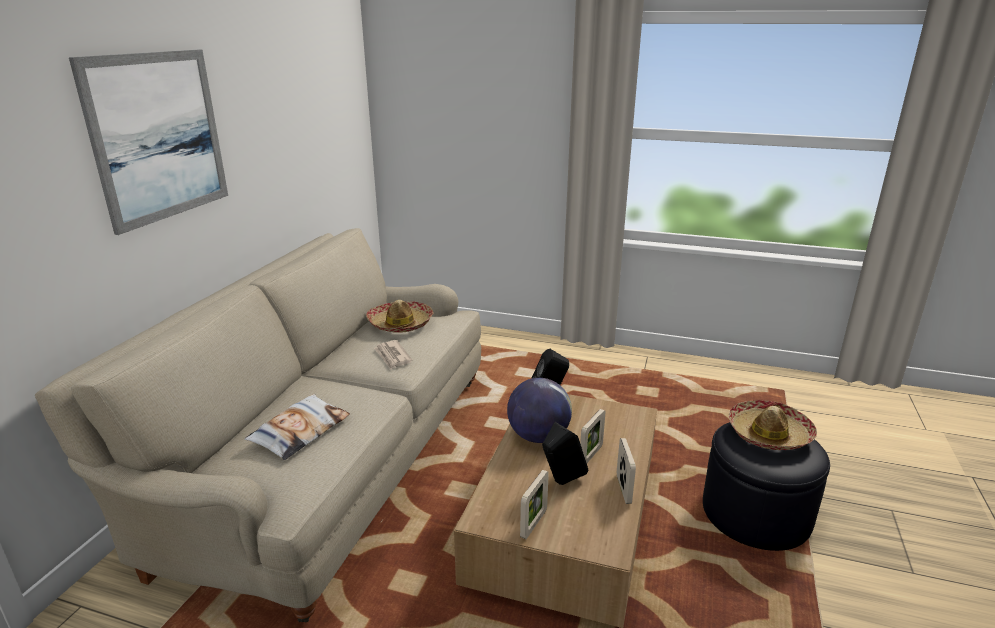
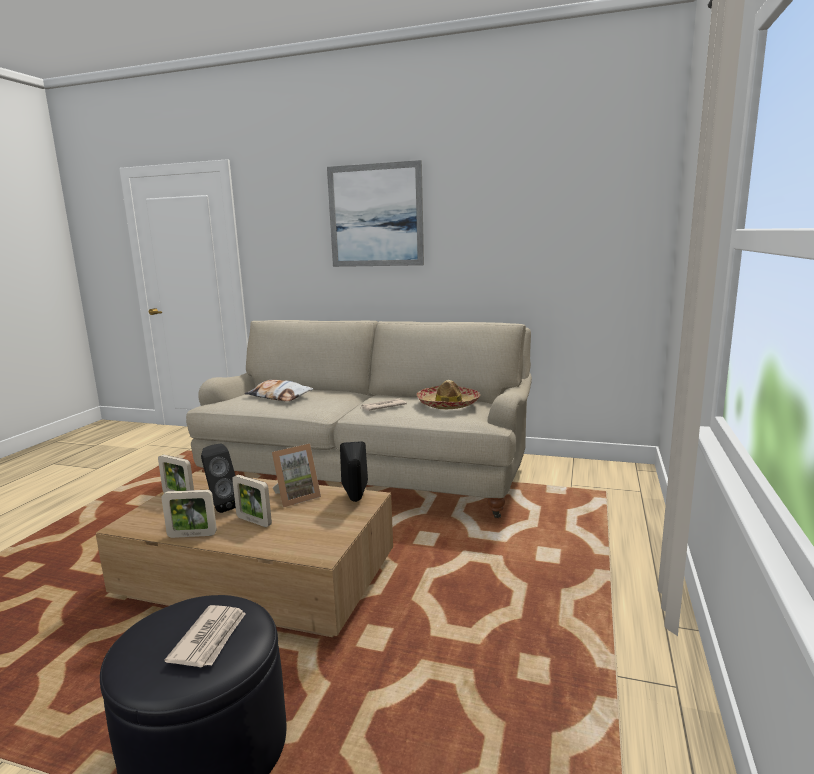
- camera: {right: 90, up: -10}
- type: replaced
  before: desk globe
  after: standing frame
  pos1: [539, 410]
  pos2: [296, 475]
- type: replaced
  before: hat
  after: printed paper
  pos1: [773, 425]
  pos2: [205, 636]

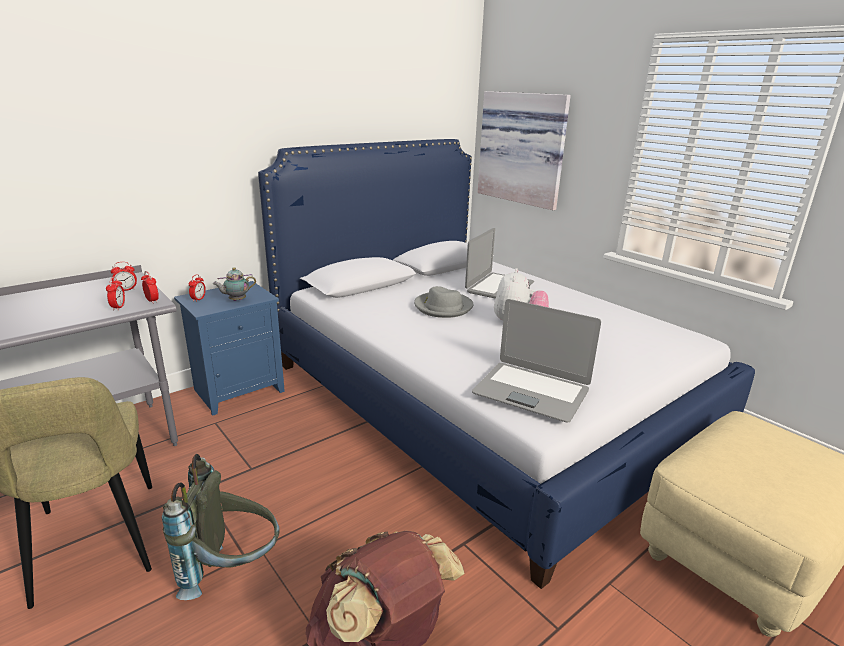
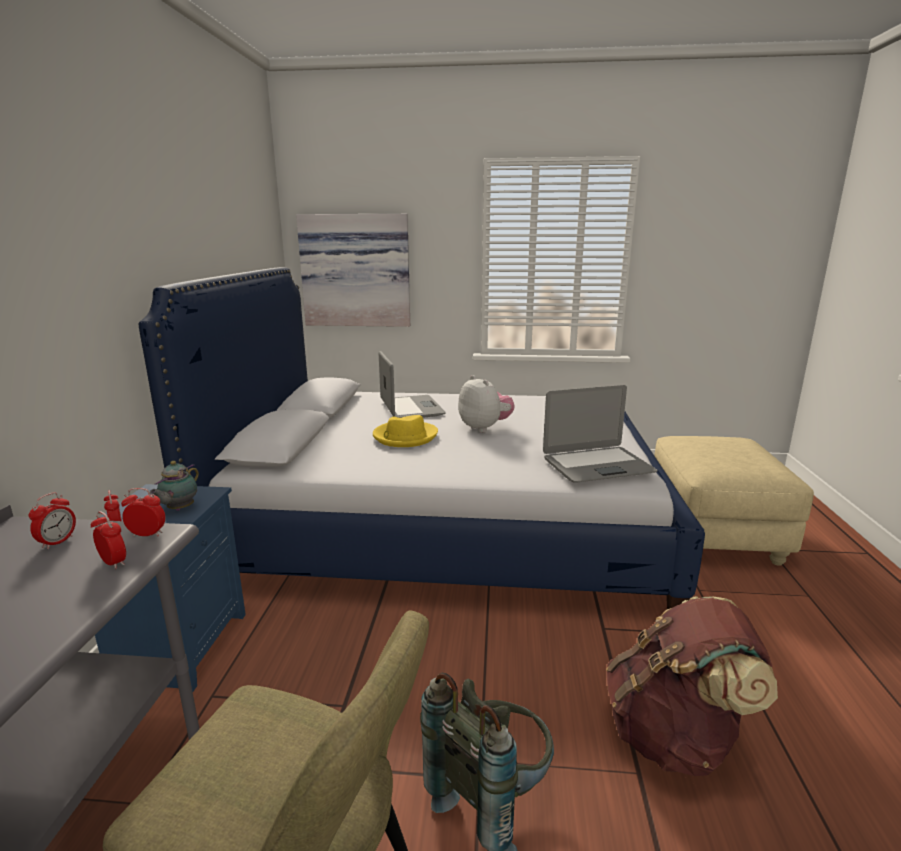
- camera: {right: -45, up: -5}
- type: recoloured
  before: grey hat
  after: yellow hat
  pos1: [443, 302]
  pos2: [405, 431]

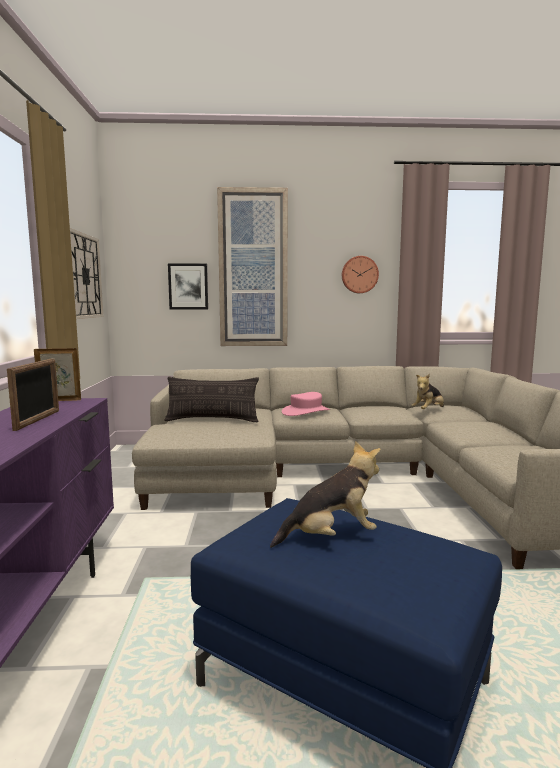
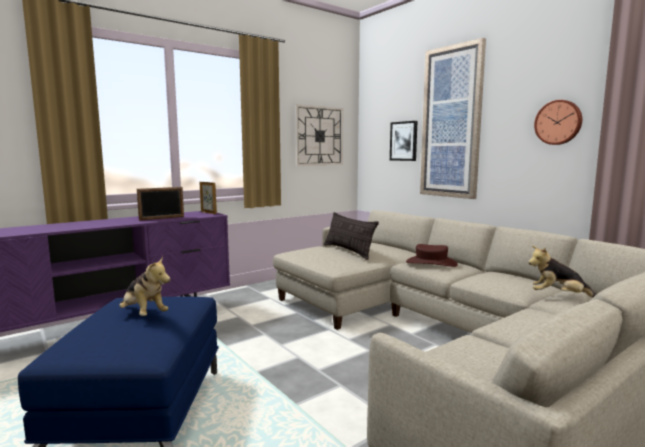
- camera: {right: 55, up: 0}
- type: recoloured
  before: pink hat
  after: brown hat
  pos1: [306, 404]
  pos2: [432, 255]

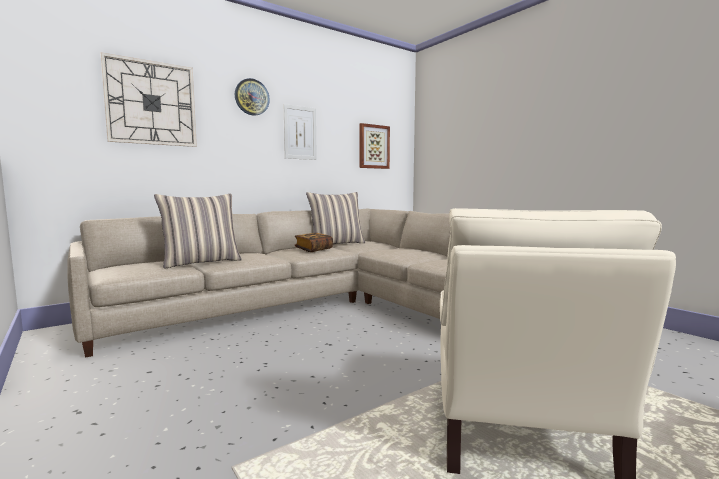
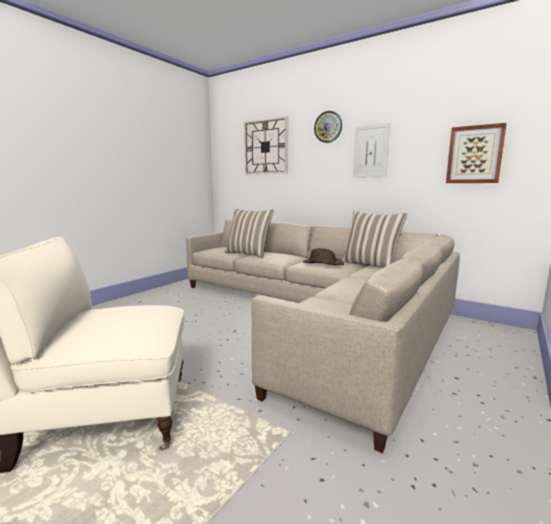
- camera: {right: 70, up: 5}
- type: replaced
  before: bound book
  after: brown hat
  pos1: [313, 242]
  pos2: [323, 256]

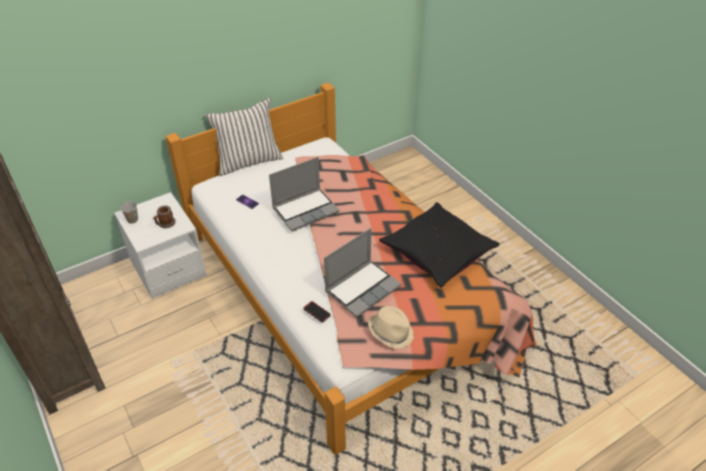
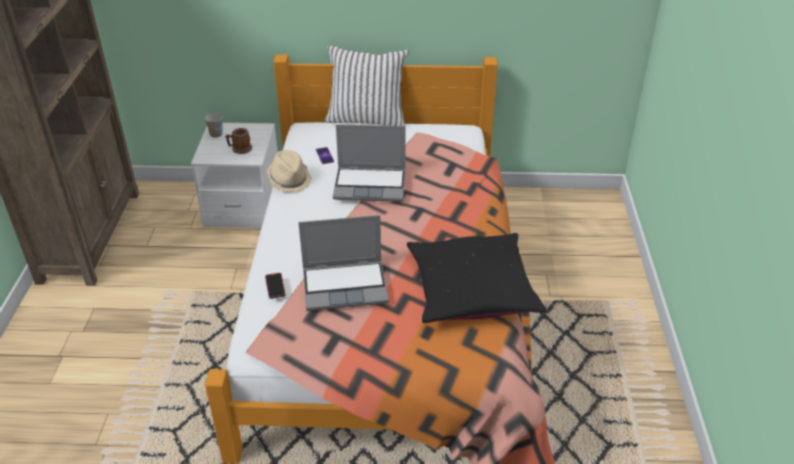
- camera: {right: 35, up: -5}
- type: moved
  before: beige-coloured hat
  pos1: [391, 327]
  pos2: [289, 171]

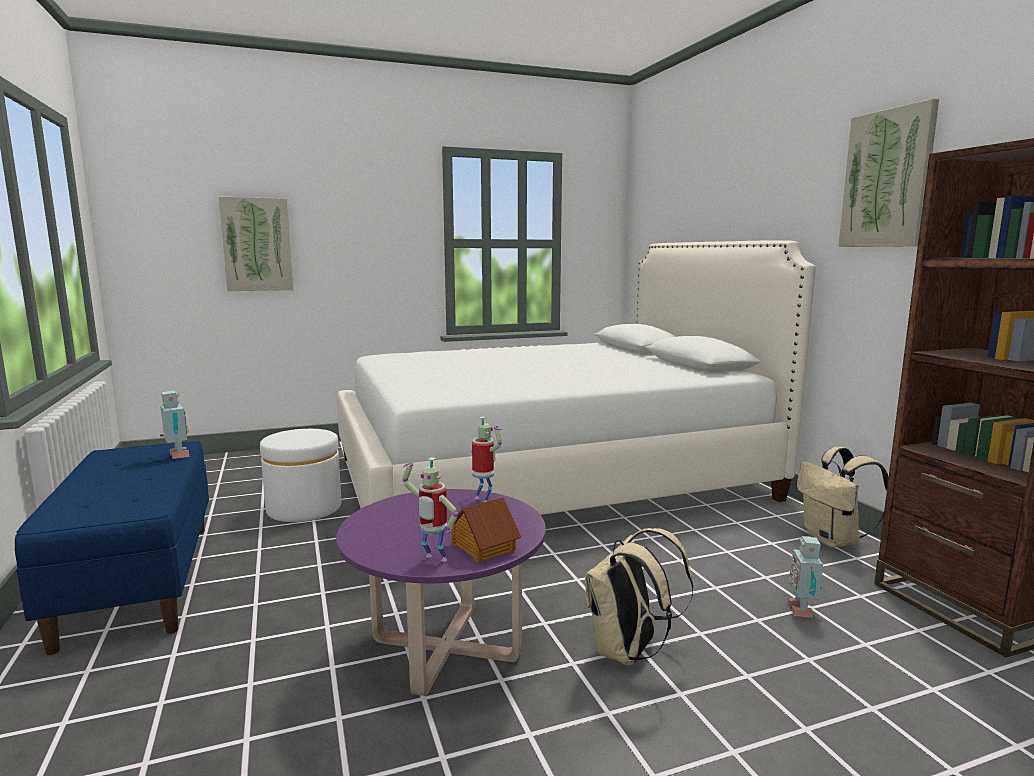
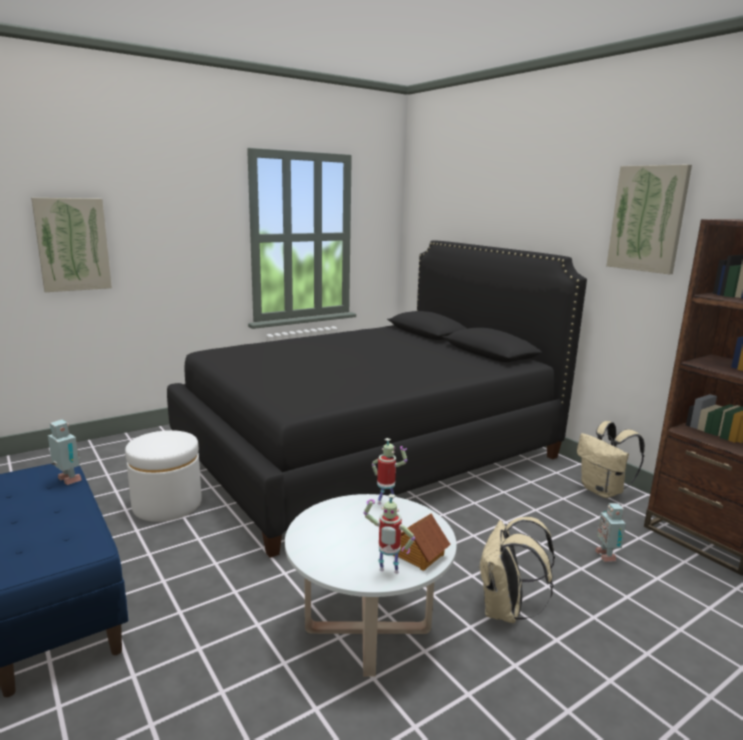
- camera: {right: -15, up: 5}
- type: recoloured
  before: white bed
  after: black bed
  pos1: [576, 377]
  pos2: [377, 399]
- type: recoloured
  before: purple-coloured lounge table
  after: white lounge table
  pos1: [441, 592]
  pos2: [371, 585]

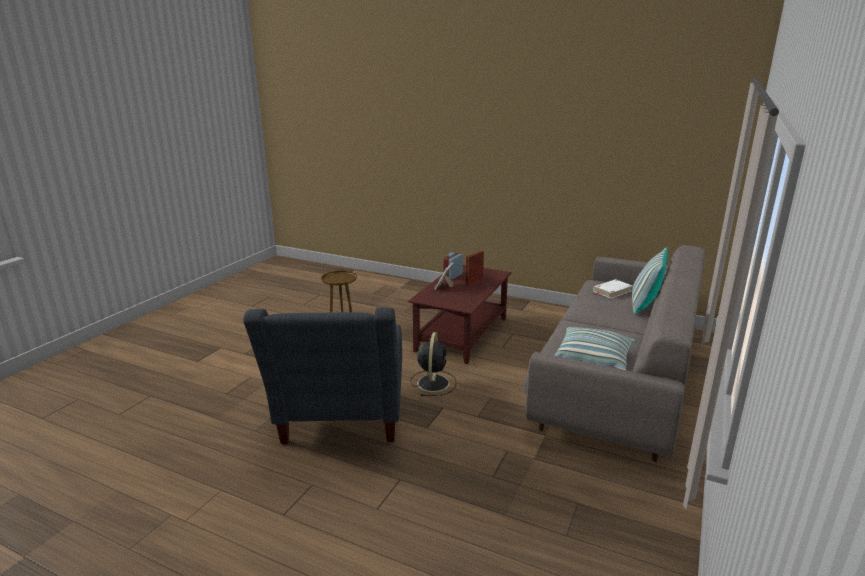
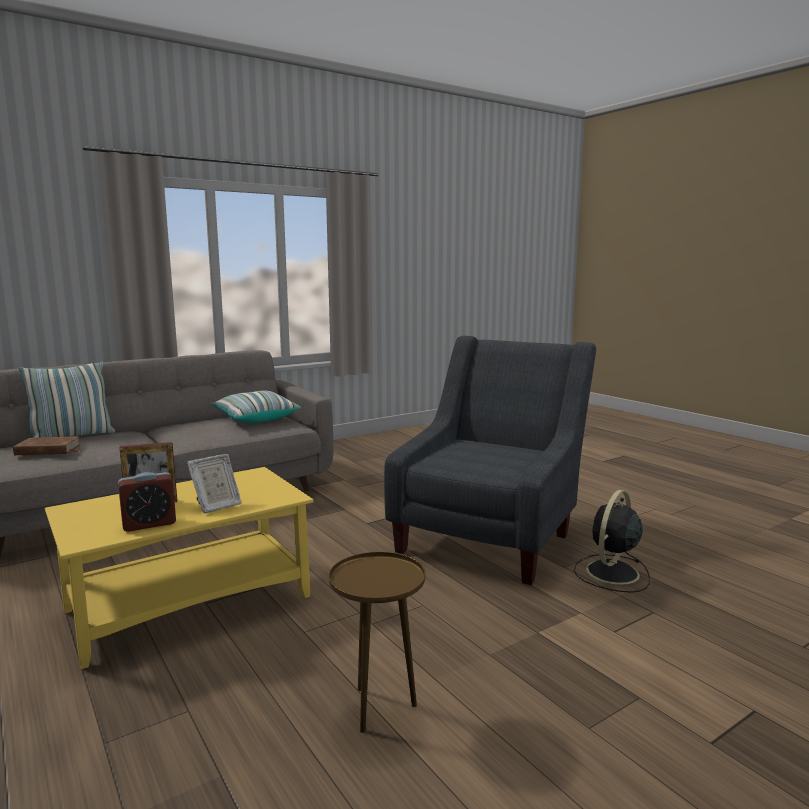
- camera: {right: -150, up: -10}
- type: recoloured
  before: brown lounge table
  after: yellow lounge table
  pos1: [460, 314]
  pos2: [179, 568]
- type: recoloured
  before: white bound book
  after: brown bound book
  pos1: [612, 288]
  pos2: [46, 445]
- type: moved
  before: black fan
  pos1: [433, 364]
  pos2: [612, 541]

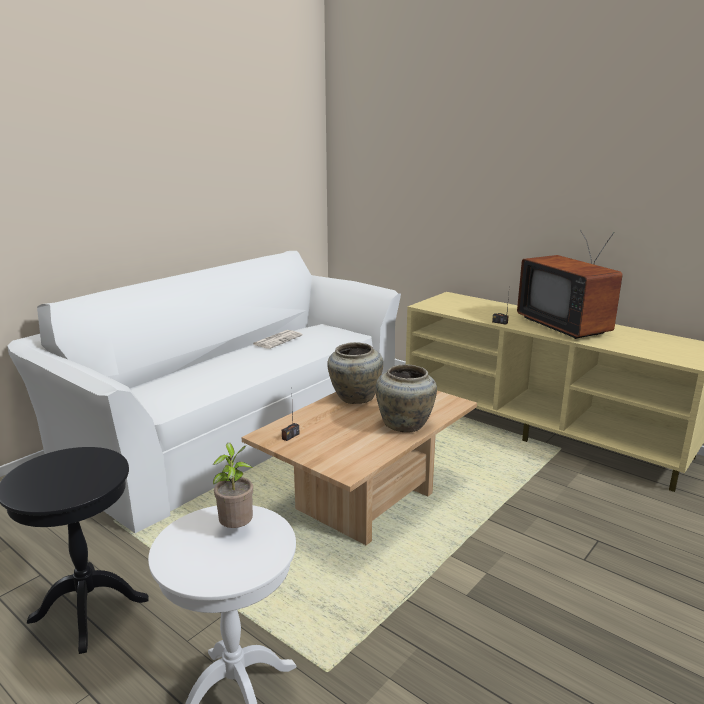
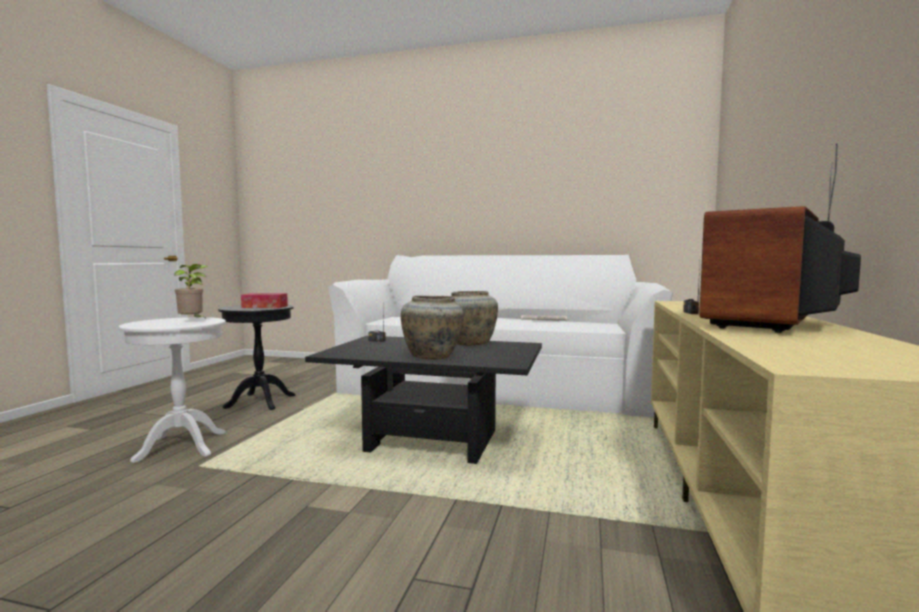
- camera: {right: 65, up: -15}
- type: recoloured
  before: beige-coloured lounge table
  after: black lounge table
  pos1: [359, 468]
  pos2: [423, 400]
- type: added
  after: box of tissues
  pos2: [264, 300]

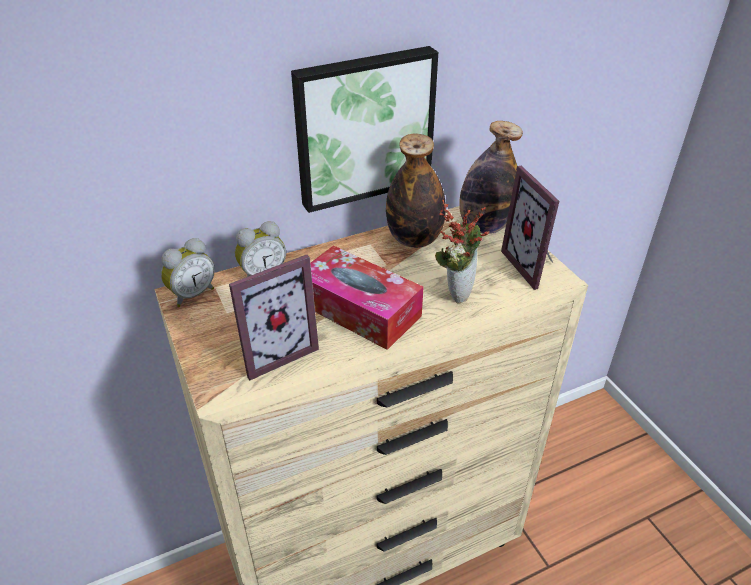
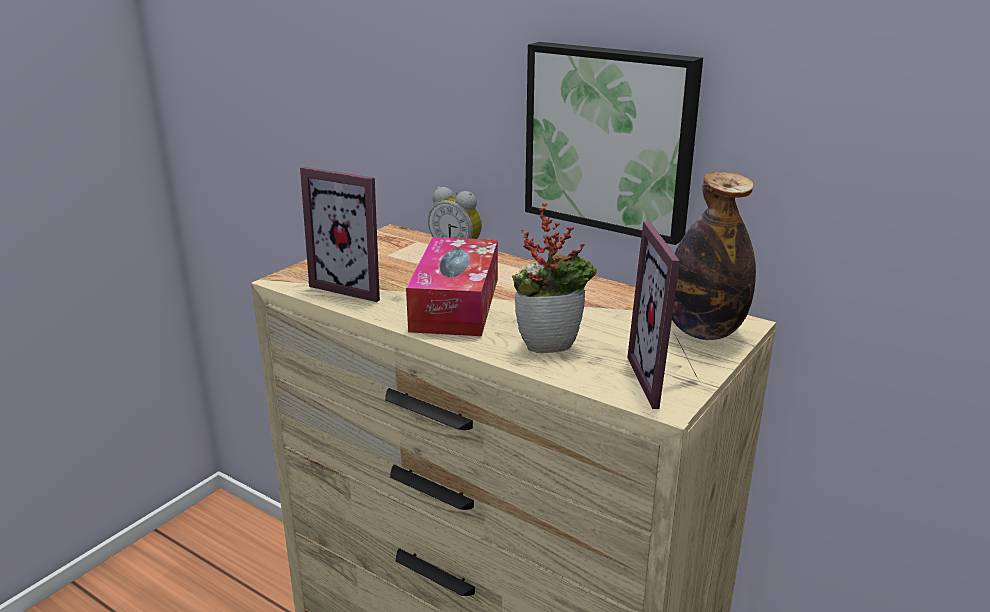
- camera: {right: 60, up: -15}
- type: removed
  before: beverage bottle
  pos1: [416, 190]
- type: turned
  before: standing frame
  pos1: [530, 228]
  pos2: [663, 315]
  turn: -45
- type: removed
  before: alarm clock
  pos1: [188, 272]

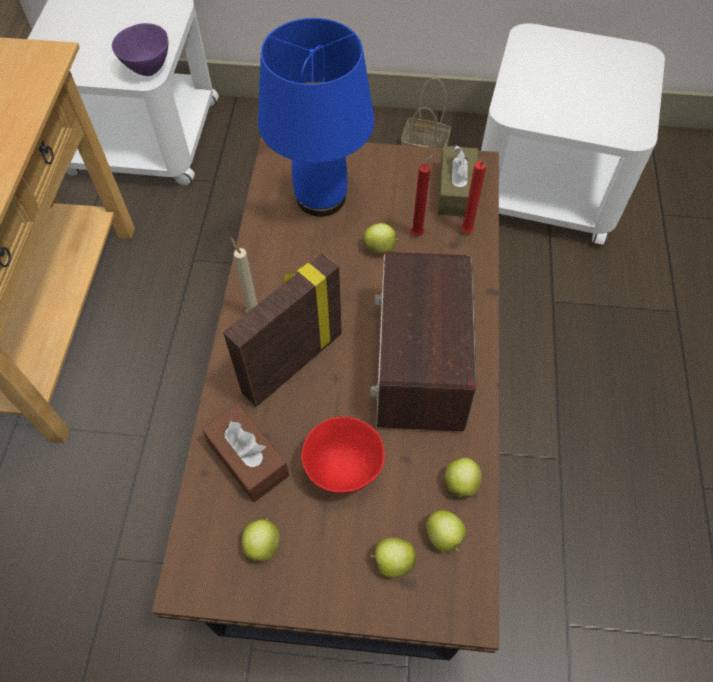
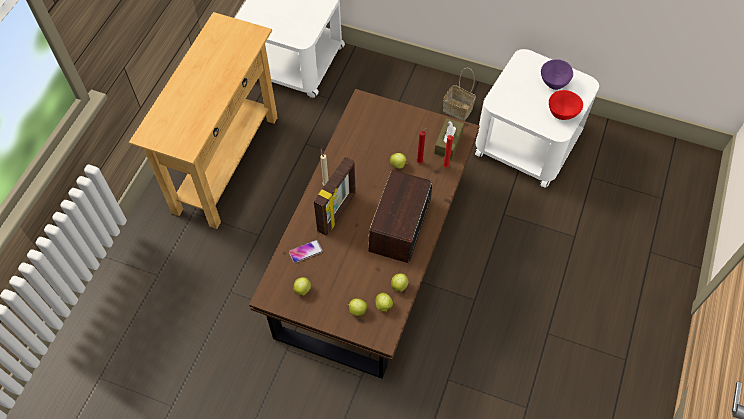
- camera: {right: 15, up: 0}
- type: removed
  before: bluish lamp for a table
  pos1: [316, 117]
- type: moved
  before: purple-coloured deep dish
  pos1: [140, 49]
  pos2: [557, 74]
- type: turned
  before: standing frame
  pos1: [282, 330]
  pos2: [335, 196]
  turn: 150
- type: replaced
  before: brown box of tissues
  after: handset
  pos1: [245, 453]
  pos2: [306, 251]
- type: moved
  before: reddish deep dish
  pos1: [343, 455]
  pos2: [566, 105]

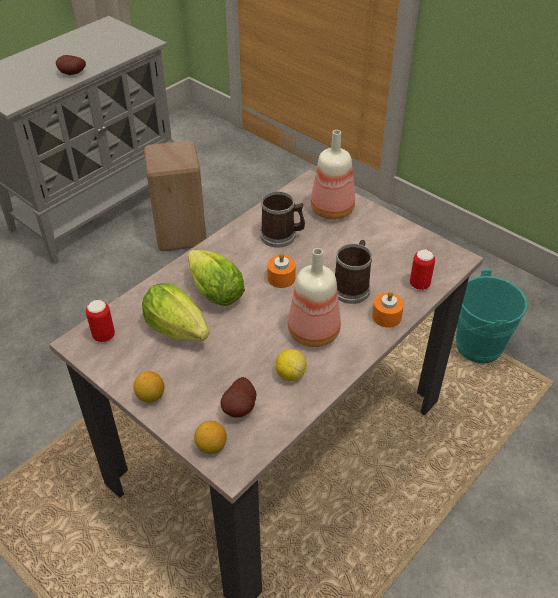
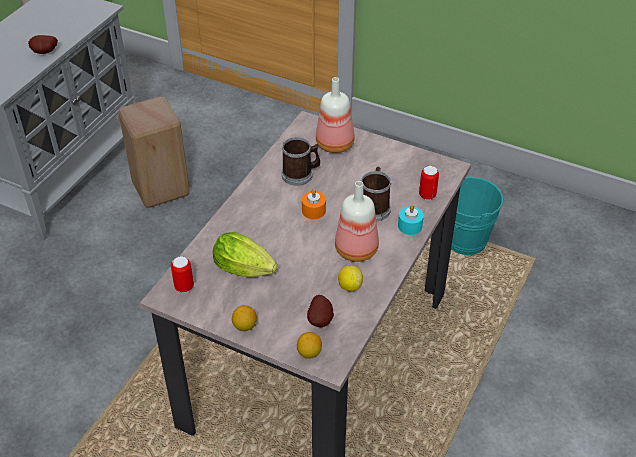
- camera: {right: -15, up: 0}
- type: removed
  before: lettuce head
  pos1: [216, 278]
- type: recoloured
  before: orangey candle
  after: blue-green candle
  pos1: [388, 309]
  pos2: [411, 220]

